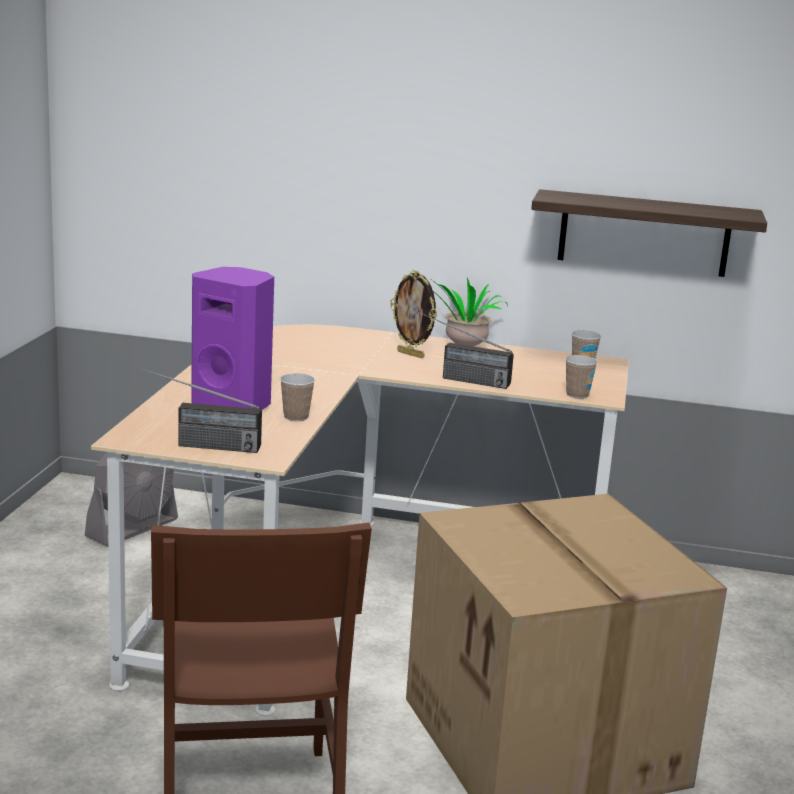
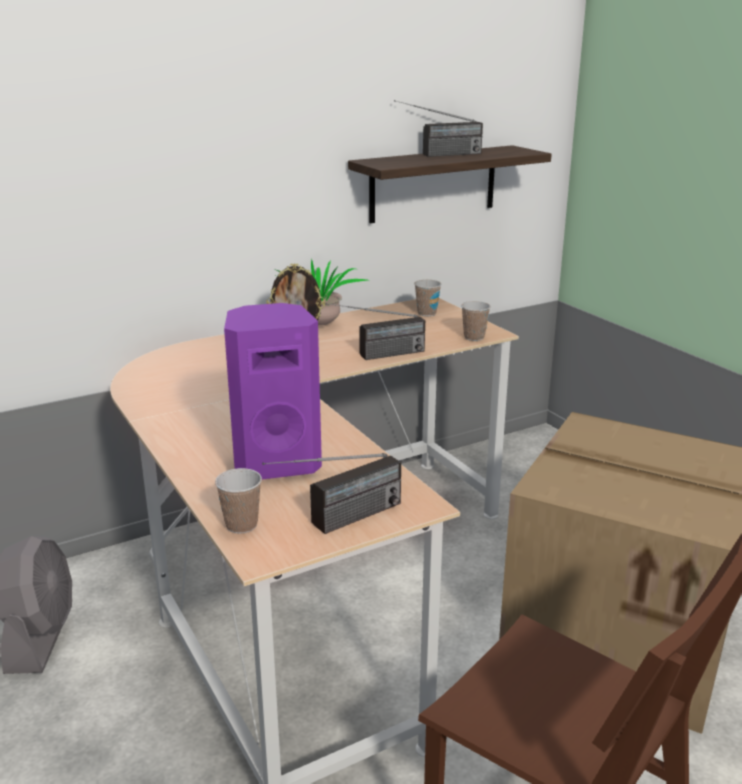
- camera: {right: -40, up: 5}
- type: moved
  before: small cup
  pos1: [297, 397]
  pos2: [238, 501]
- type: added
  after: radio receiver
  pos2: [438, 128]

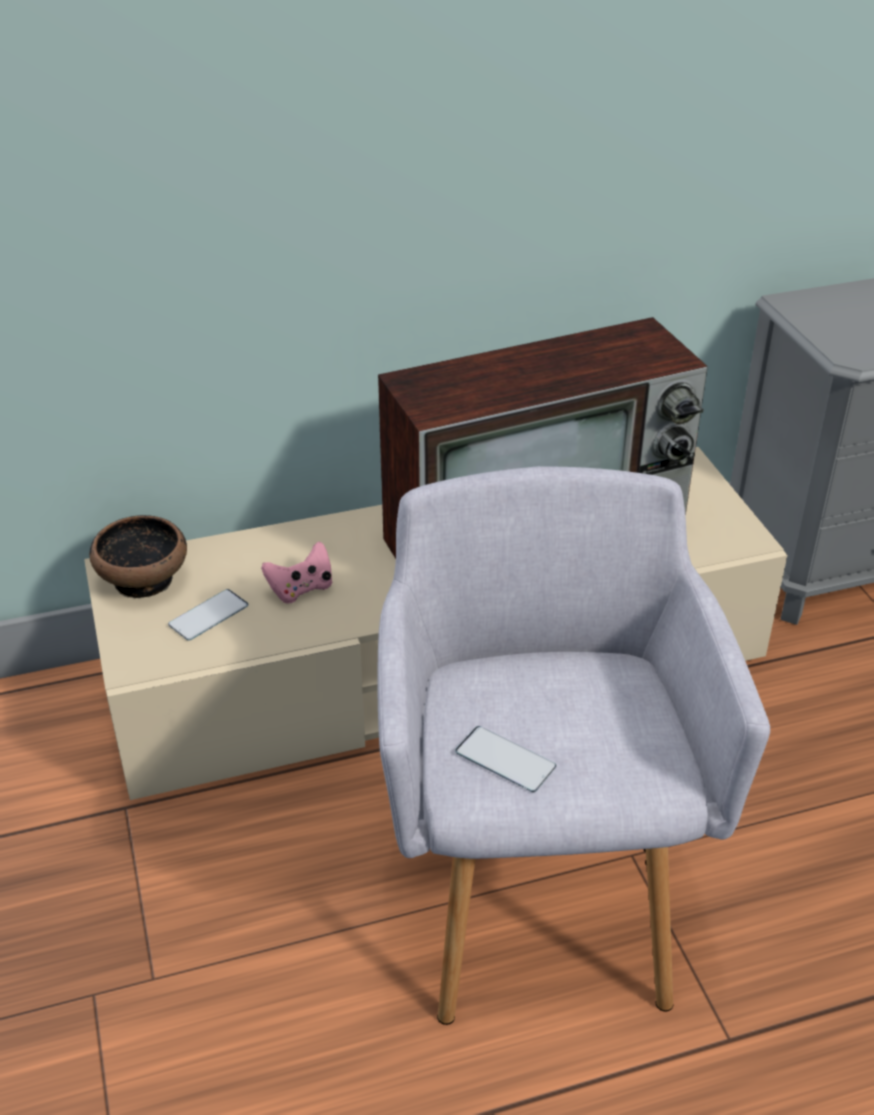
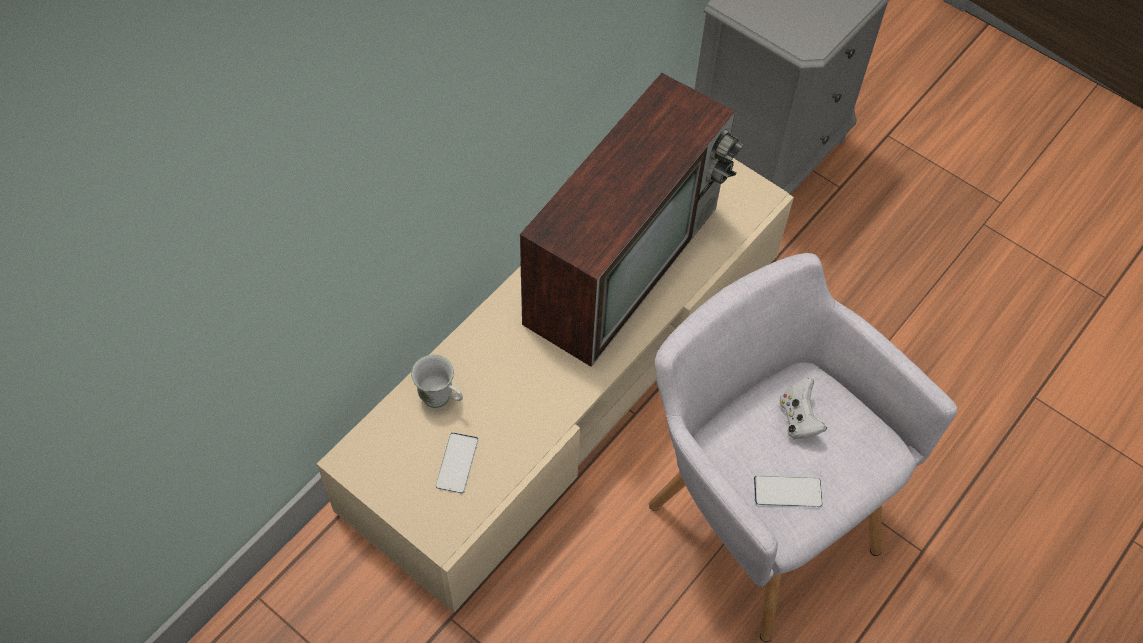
- camera: {right: -35, up: 20}
- type: removed
  before: deep dish
  pos1: [138, 556]
- type: removed
  before: pink joypad
  pos1: [296, 572]
- type: added
  after: white tea mug
  pos2: [437, 381]
- type: added
  after: white joypad
  pos2: [803, 408]

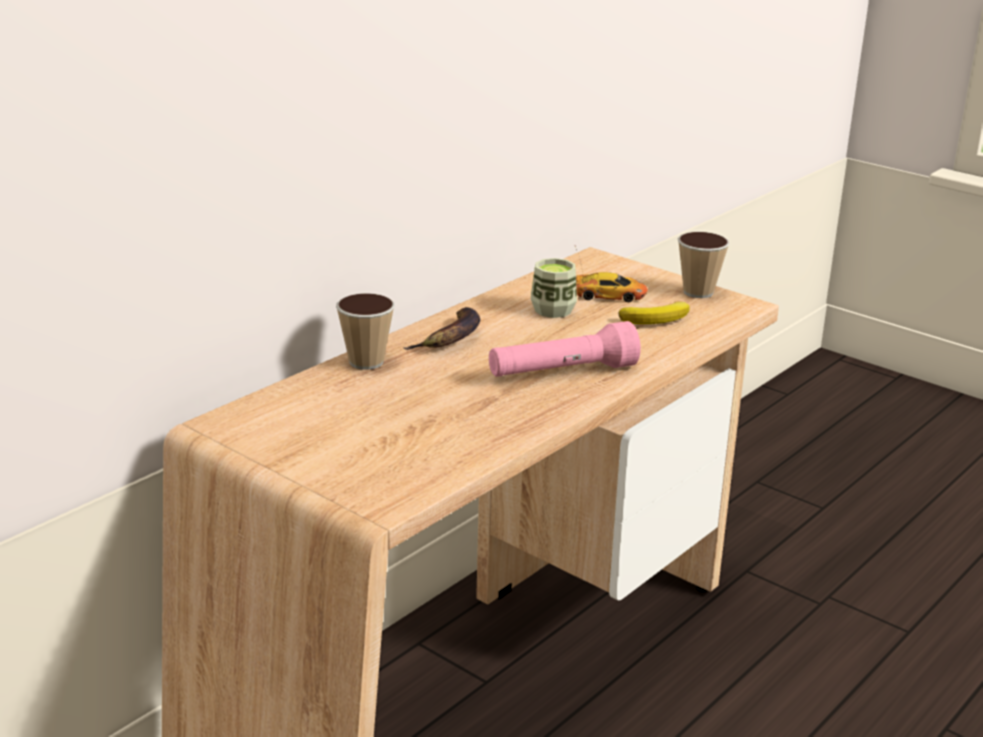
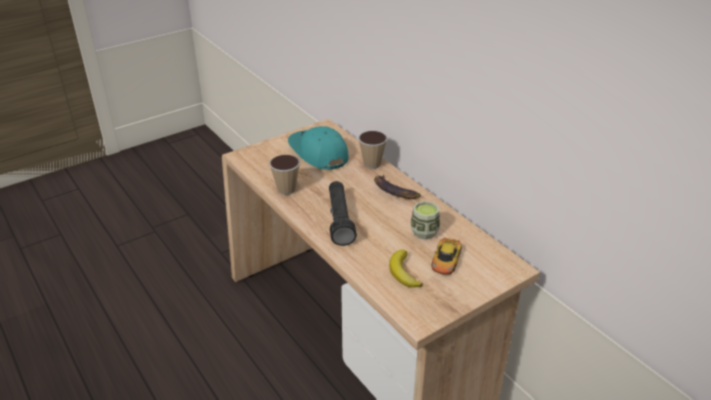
- camera: {right: 105, up: 10}
- type: moved
  before: small cup
  pos1: [703, 265]
  pos2: [284, 175]
- type: recoloured
  before: pink flashlight
  after: black flashlight
  pos1: [565, 349]
  pos2: [343, 213]
- type: added
  after: blue-green peaked cap
  pos2: [318, 148]

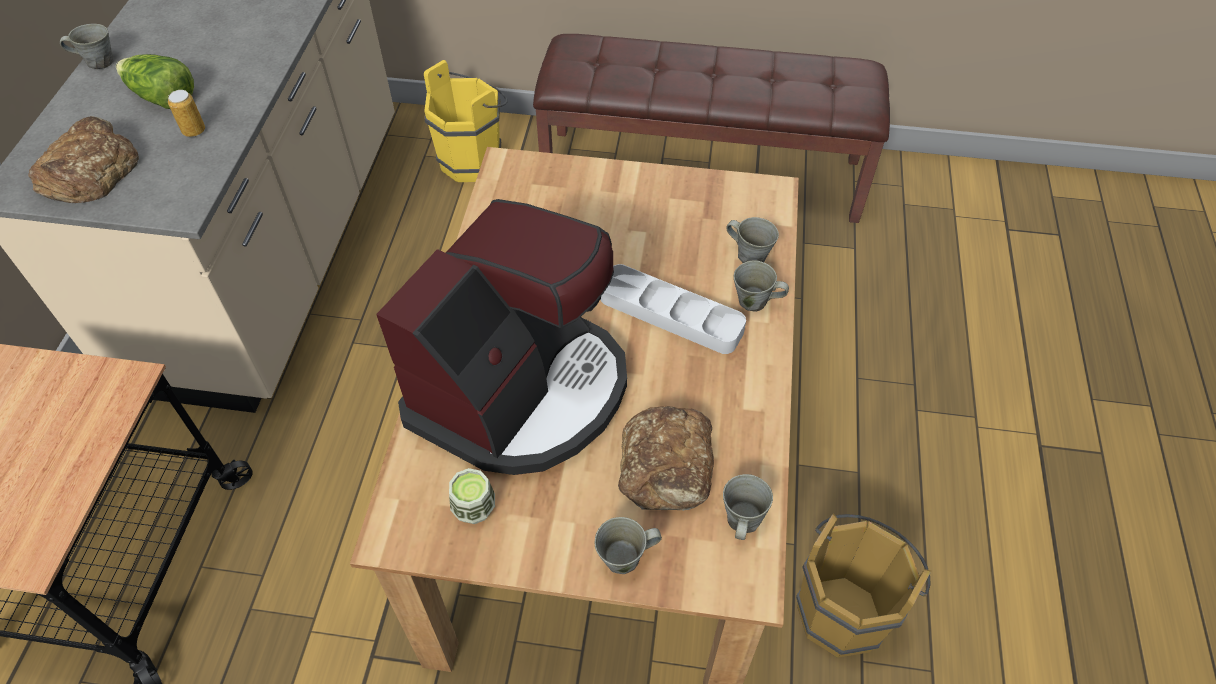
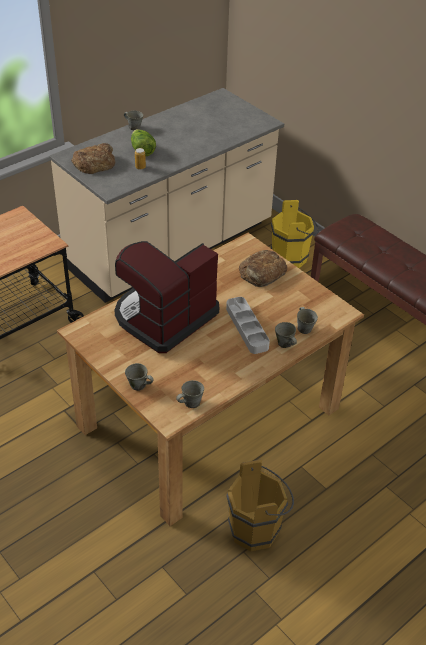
- camera: {right: 40, up: -10}
- type: turned
  before: coffee maker
  pos1: [501, 337]
  pos2: [166, 297]
  turn: 150
- type: moved
  before: baked bread
  pos1: [666, 458]
  pos2: [263, 268]
- type: removed
  before: small cup
  pos1: [472, 496]

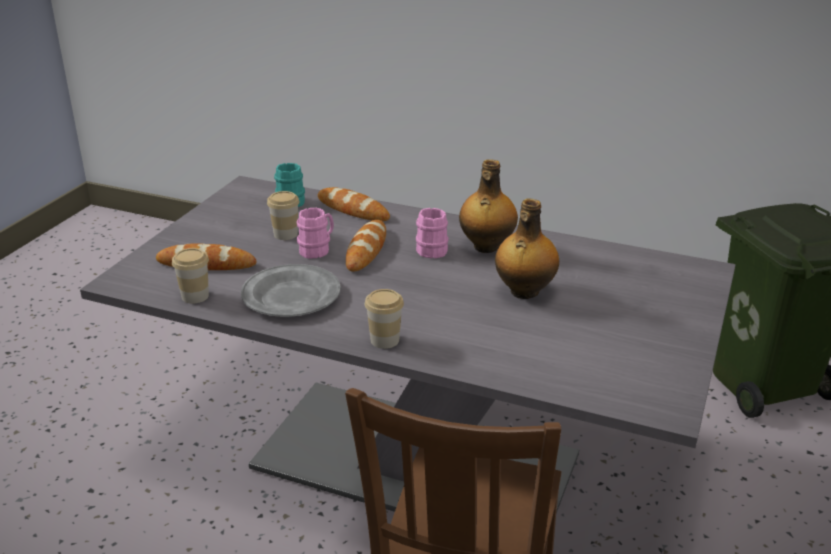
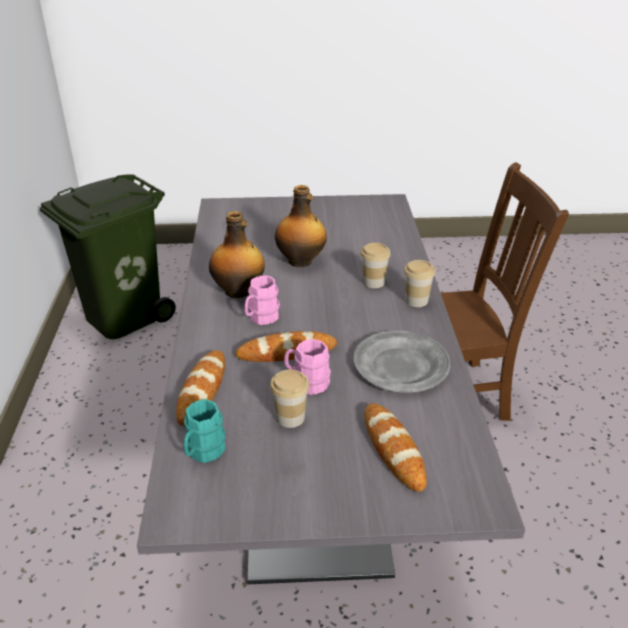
- camera: {right: -115, up: 5}
- type: moved
  before: small cup
  pos1: [190, 275]
  pos2: [376, 265]

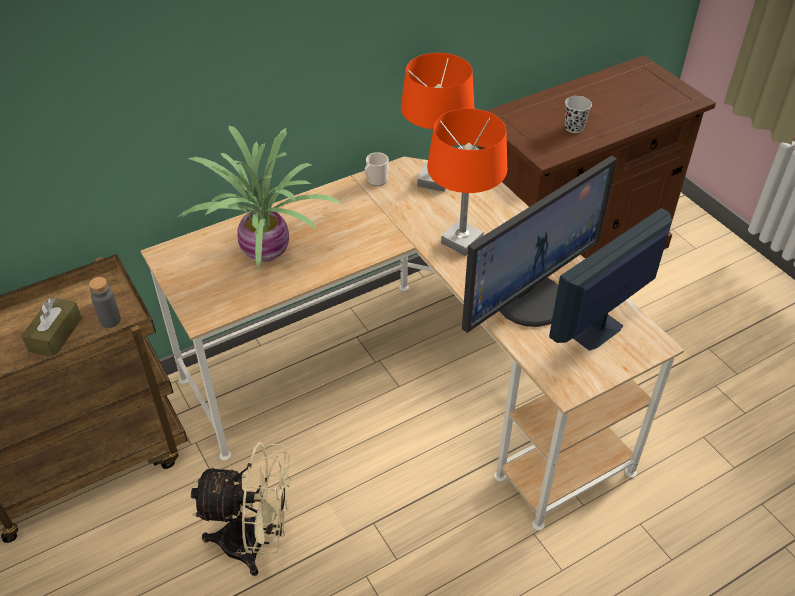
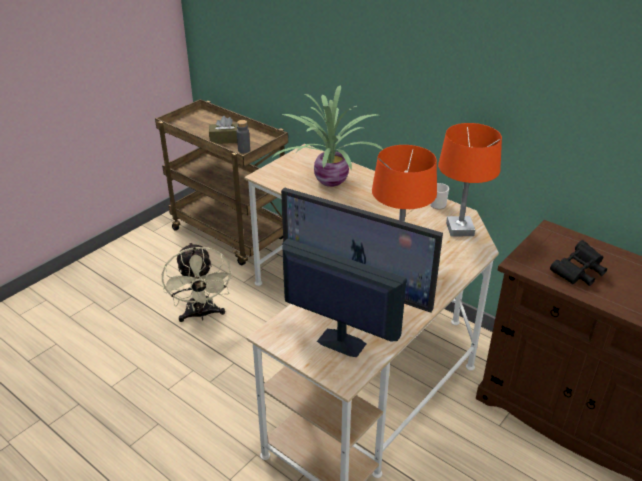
- camera: {right: 70, up: -10}
- type: replaced
  before: black small cup
  after: black field glasses
  pos1: [578, 114]
  pos2: [578, 263]

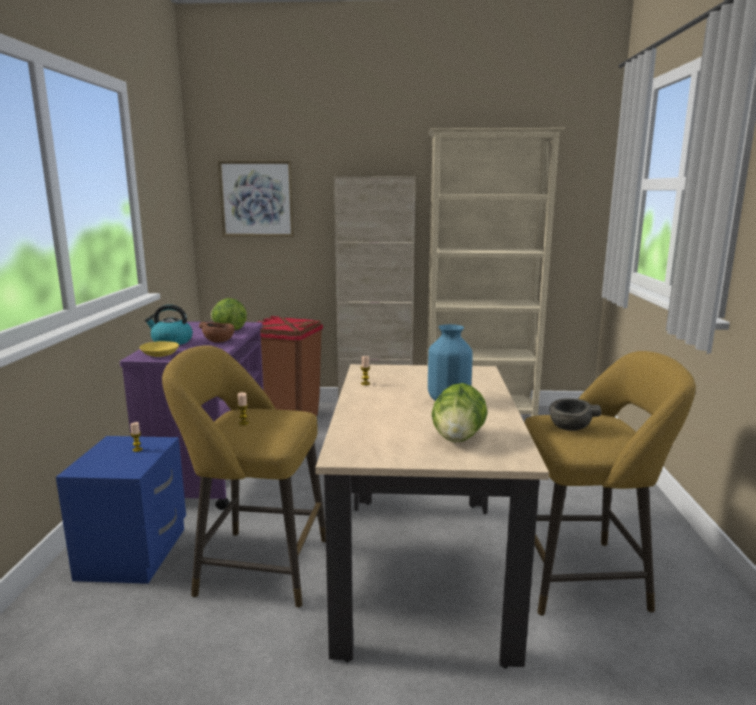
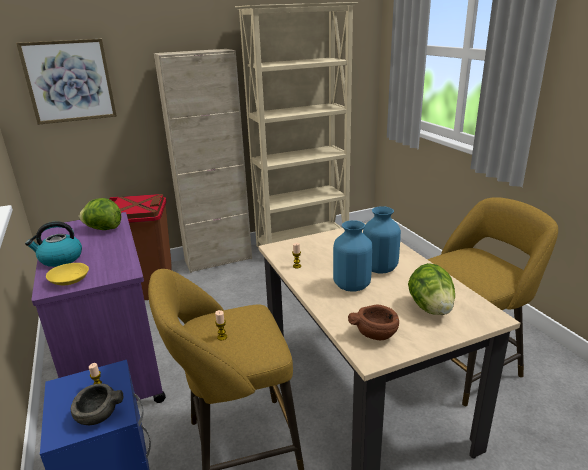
- camera: {right: -25, up: 10}
- type: moved
  before: brown deep dish
  pos1: [217, 332]
  pos2: [373, 322]
- type: moved
  before: grey deep dish
  pos1: [575, 414]
  pos2: [97, 404]
- type: added
  after: bluish vase
  pos2: [353, 256]

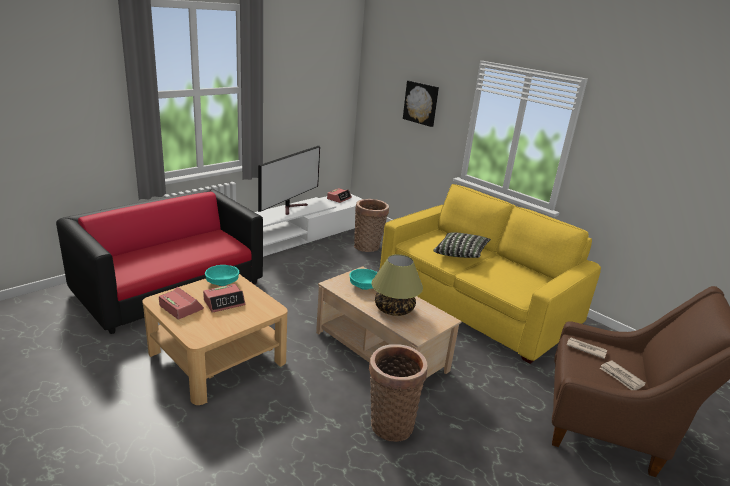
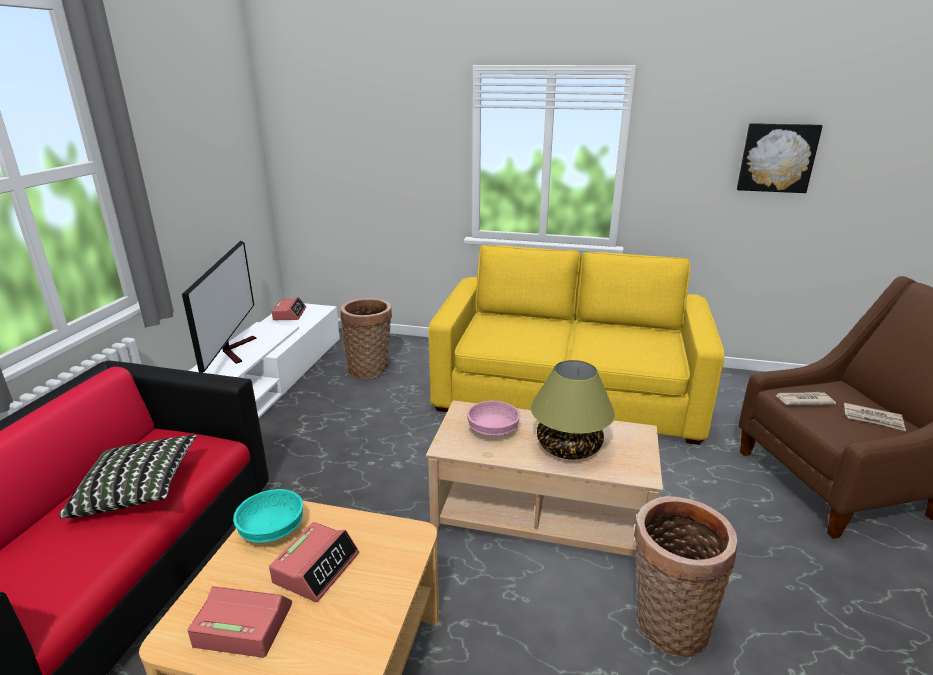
- camera: {right: -30, up: 0}
- type: moved
  before: wall picture
  pos1: [421, 104]
  pos2: [780, 158]
- type: moved
  before: pillow
  pos1: [462, 245]
  pos2: [128, 477]
- type: recoloured
  before: blue-green deep dish
  after: pink deep dish
  pos1: [364, 279]
  pos2: [493, 418]

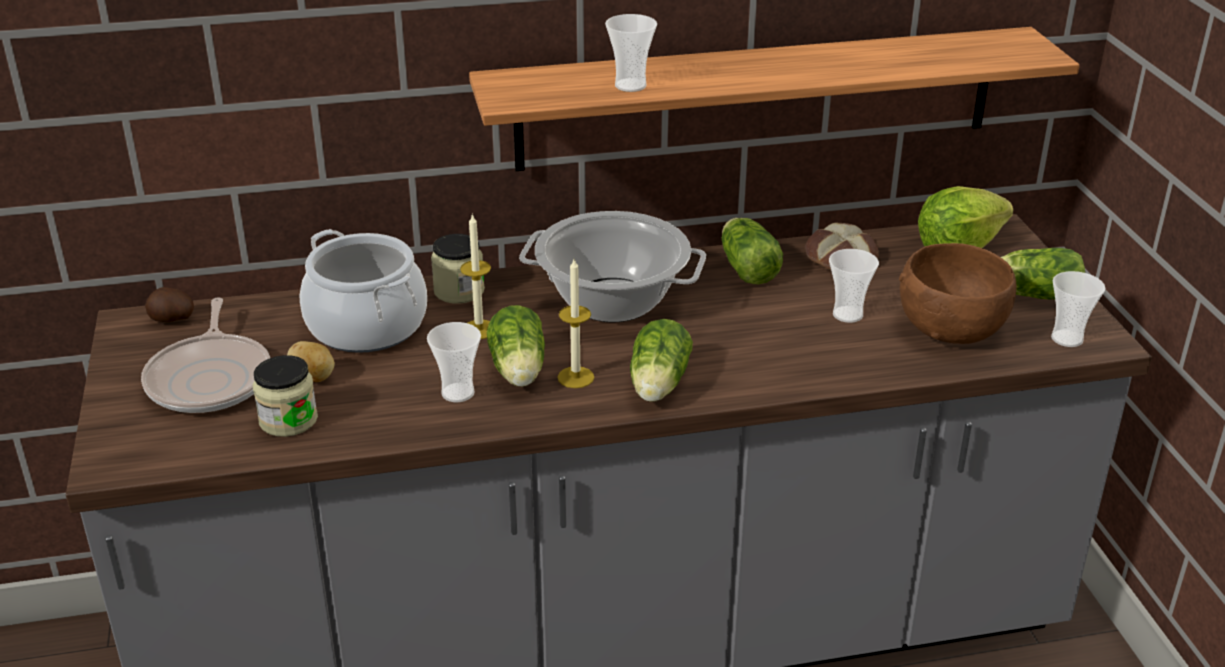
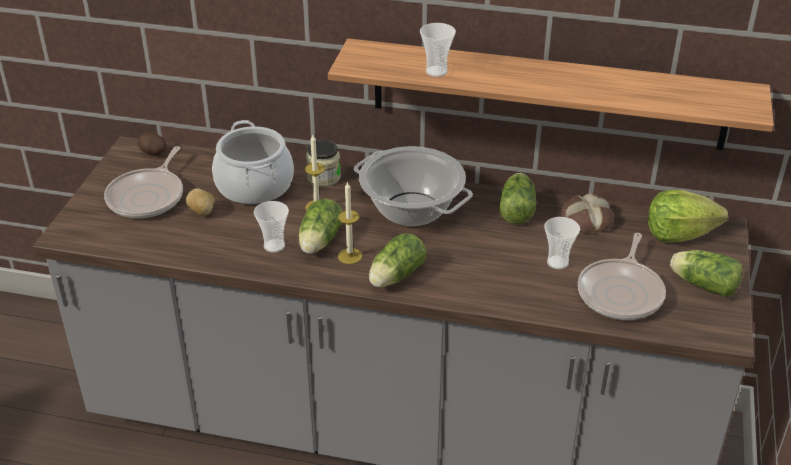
- camera: {right: 25, up: 5}
- type: replaced
  before: brown deep dish
  after: frying pan
  pos1: [958, 293]
  pos2: [622, 276]
- type: removed
  before: small cup
  pos1: [1078, 309]
- type: removed
  before: preserve jar
  pos1: [285, 396]

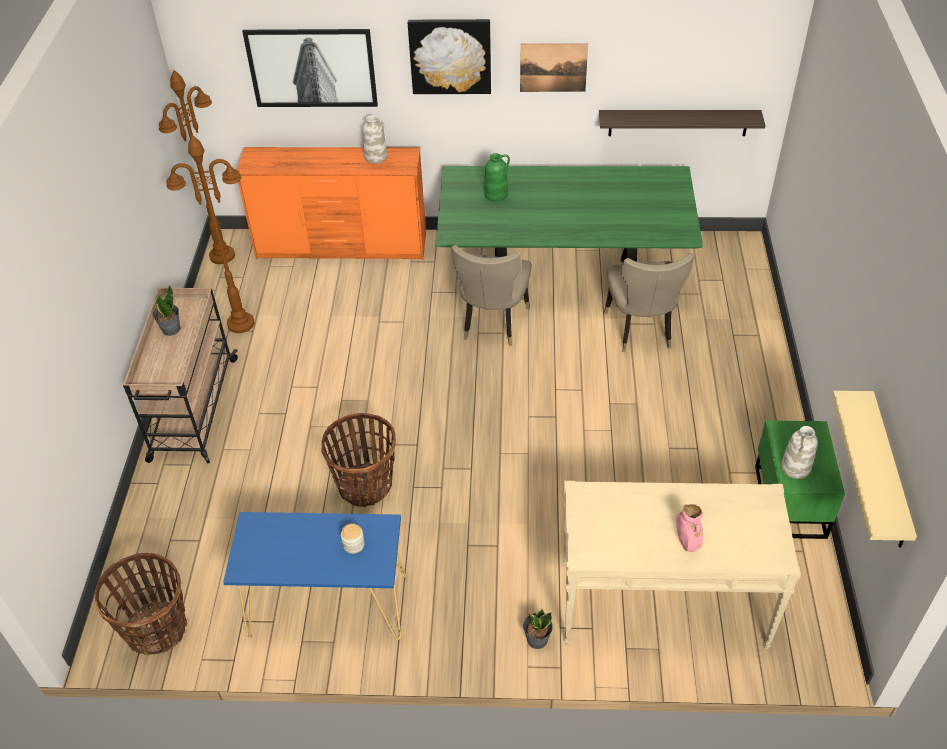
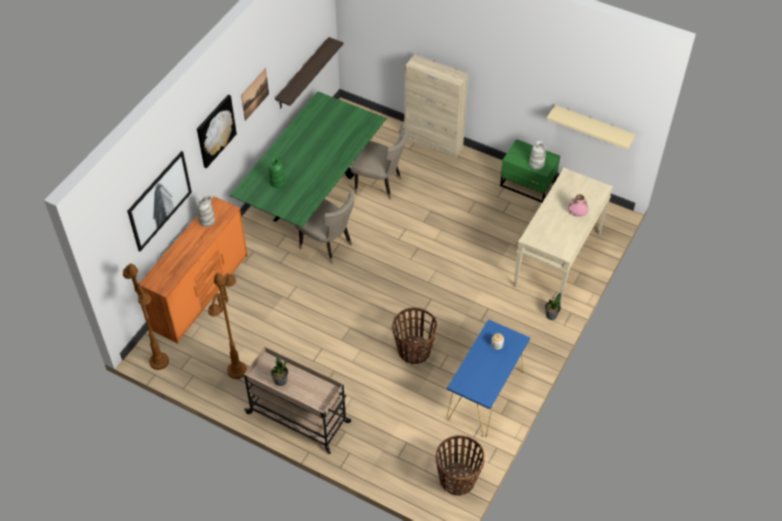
- camera: {right: -65, up: 5}
- type: added
  after: beige-coloured cupboard
  pos2: [436, 106]

